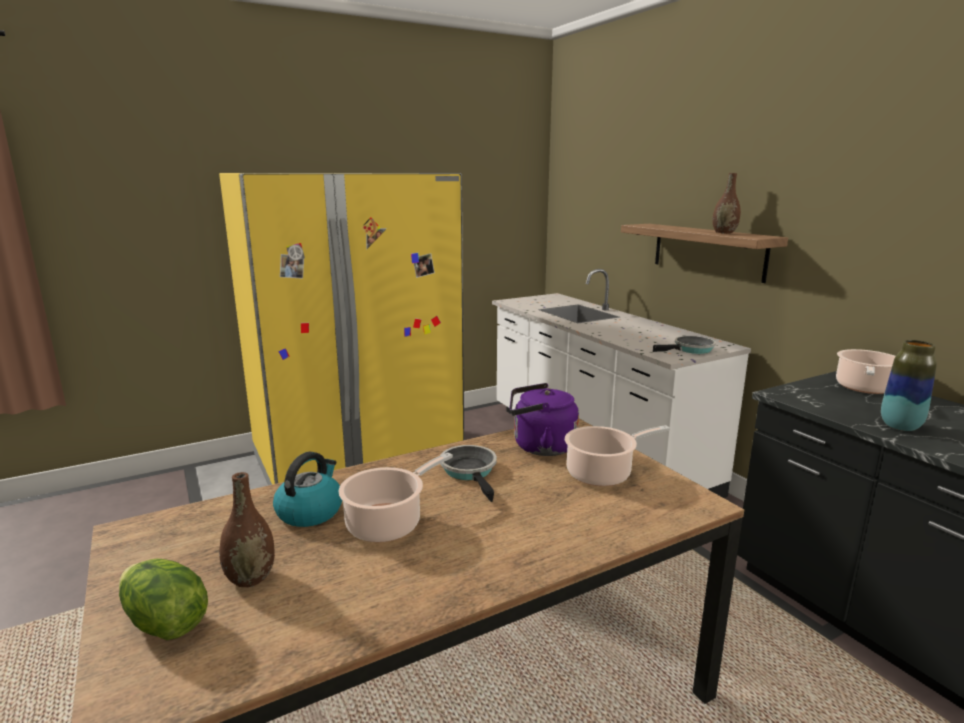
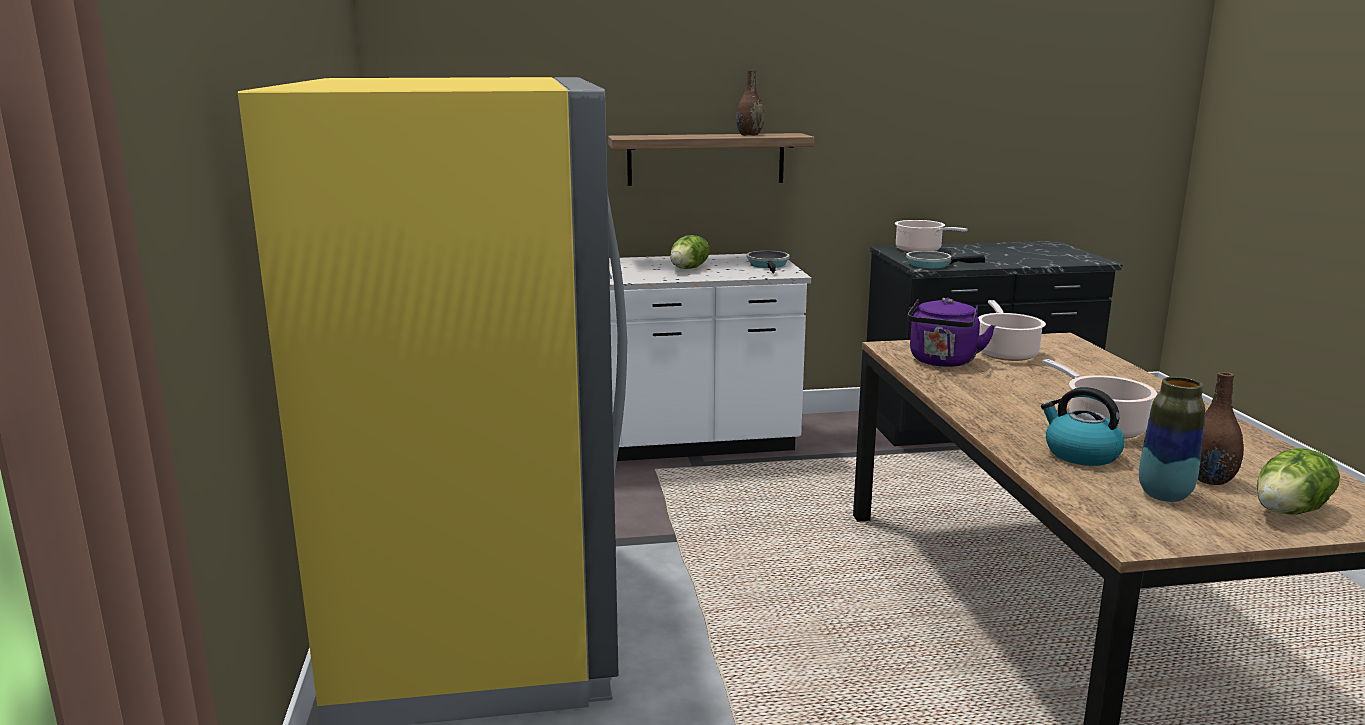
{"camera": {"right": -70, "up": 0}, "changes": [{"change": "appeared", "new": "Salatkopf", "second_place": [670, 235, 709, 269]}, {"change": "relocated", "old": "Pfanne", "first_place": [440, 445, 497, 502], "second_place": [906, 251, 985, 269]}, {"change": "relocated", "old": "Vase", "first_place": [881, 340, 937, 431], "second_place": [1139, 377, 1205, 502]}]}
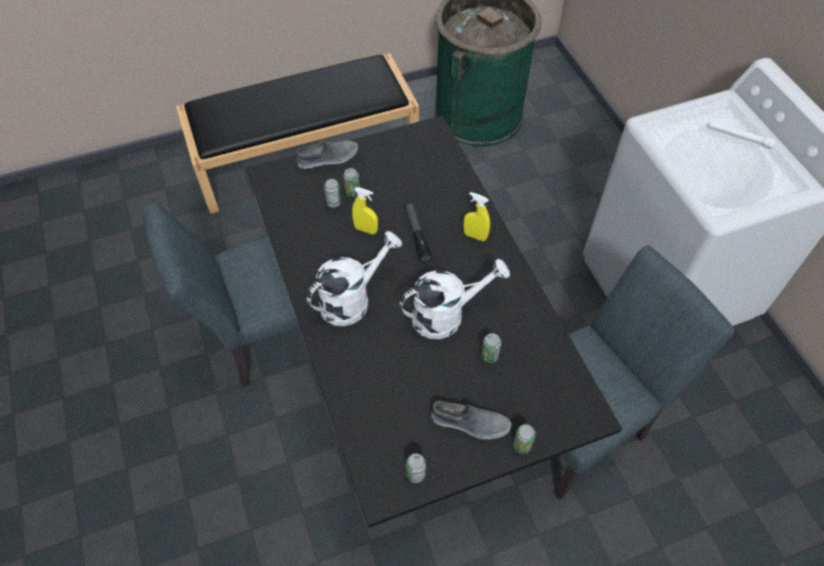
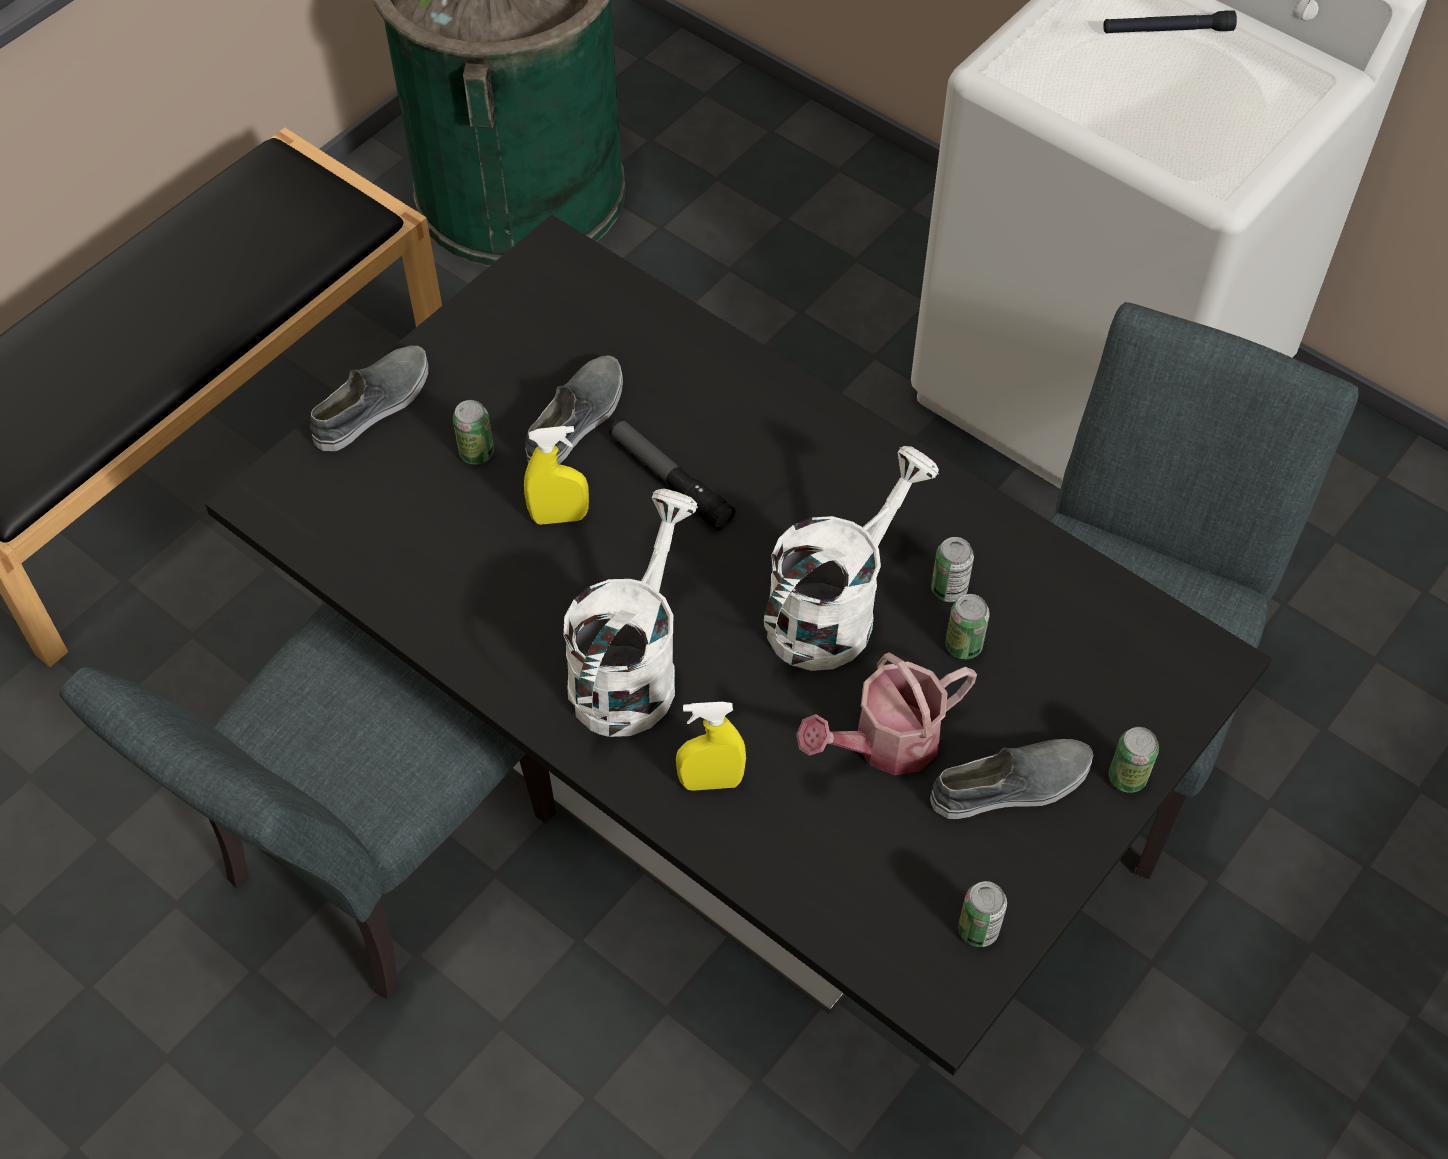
{"camera": {"right": -30, "up": 0}, "changes": [{"change": "appeared", "new": "Schuh (grau)", "second_place": [525, 355, 623, 464]}, {"change": "relocated", "old": "Sprühflasche (gelb)", "first_place": [463, 192, 490, 241], "second_place": [676, 702, 746, 791]}, {"change": "appeared", "new": "Gießkanne", "second_place": [796, 652, 977, 775]}, {"change": "relocated", "old": "Dose", "first_place": [324, 179, 341, 208], "second_place": [931, 537, 974, 602]}, {"change": "colour", "old": "Taschenlampe (weiß)", "new": "Taschenlampe (schwarz)", "first_place": [709, 121, 776, 149], "second_place": [1103, 10, 1237, 33]}]}
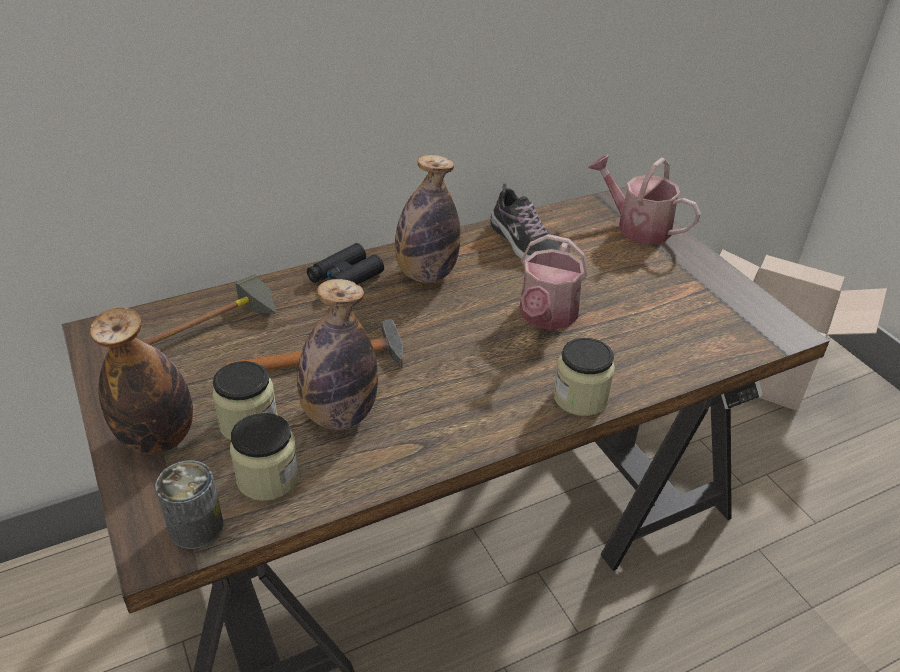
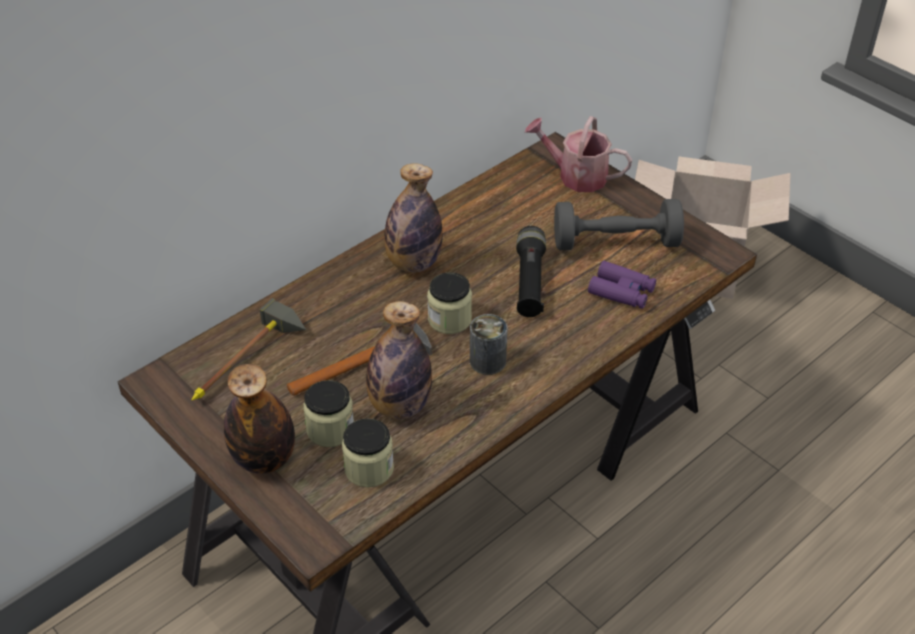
{"camera": {"right": -15, "up": 5}, "changes": [{"change": "relocated", "old": "Vorratsglas", "first_place": [553, 338, 615, 416], "second_place": [427, 272, 472, 334]}, {"change": "relocated", "old": "Dose", "first_place": [156, 460, 224, 549], "second_place": [470, 314, 507, 375]}, {"change": "exchanged", "old": "Gießkanne", "new": "Taschenlampe (schwarz)", "first_place": [520, 234, 588, 330], "second_place": [516, 226, 546, 317]}, {"change": "appeared", "new": "Hantel (grau)", "second_place": [554, 199, 684, 250]}, {"change": "appeared", "new": "Fernglas (lila)", "second_place": [588, 261, 656, 309]}, {"change": "missing", "old": "Fernglas (schwarz)", "first_place": [307, 243, 384, 284]}, {"change": "missing", "old": "Schuh", "first_place": [490, 183, 560, 259]}]}
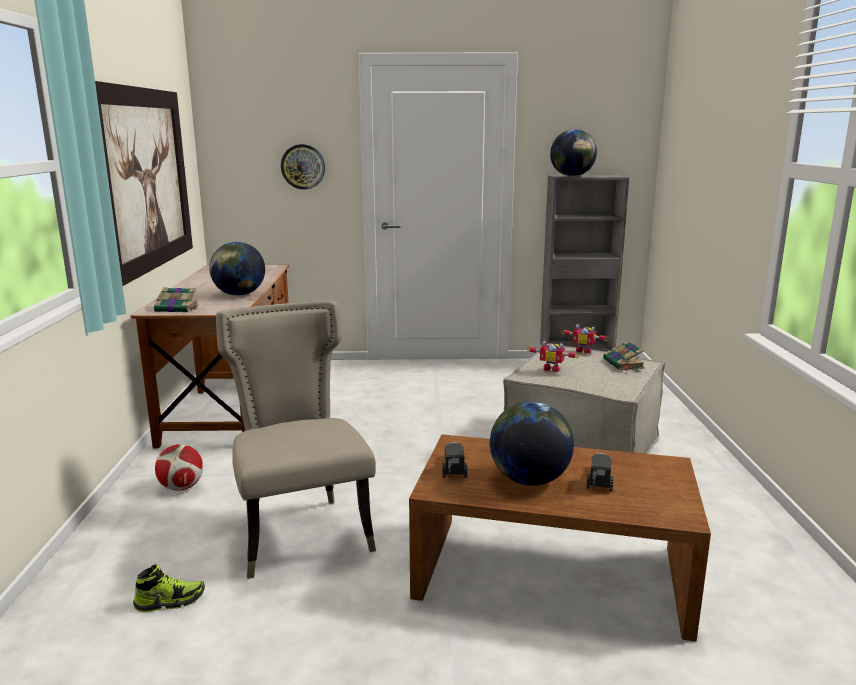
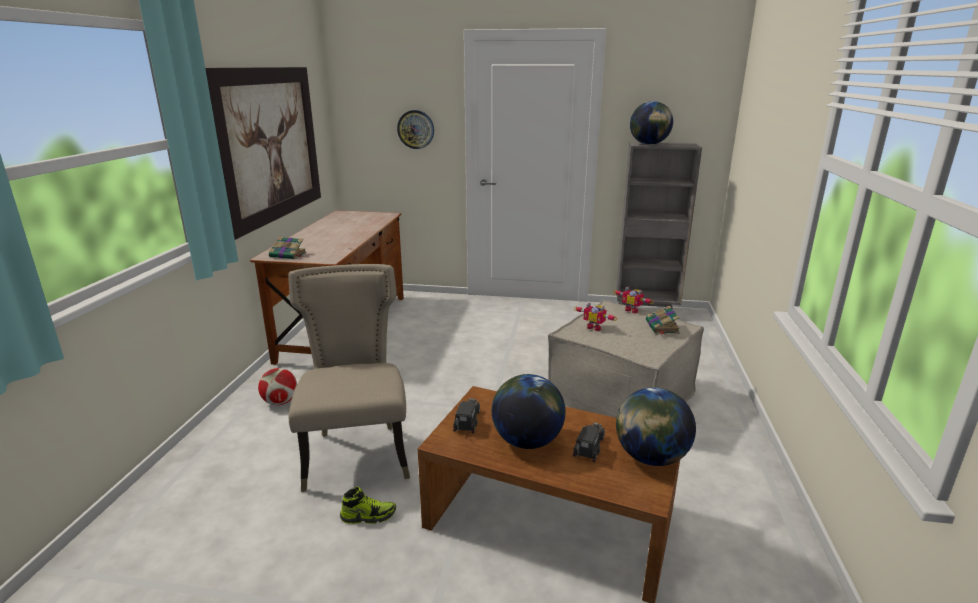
{"camera": {"right": 10, "up": 5}, "changes": [{"change": "relocated", "old": "Schuh", "first_place": [133, 564, 205, 612], "second_place": [340, 487, 396, 524]}, {"change": "relocated", "old": "Globus", "first_place": [209, 242, 265, 296], "second_place": [616, 387, 696, 466]}]}
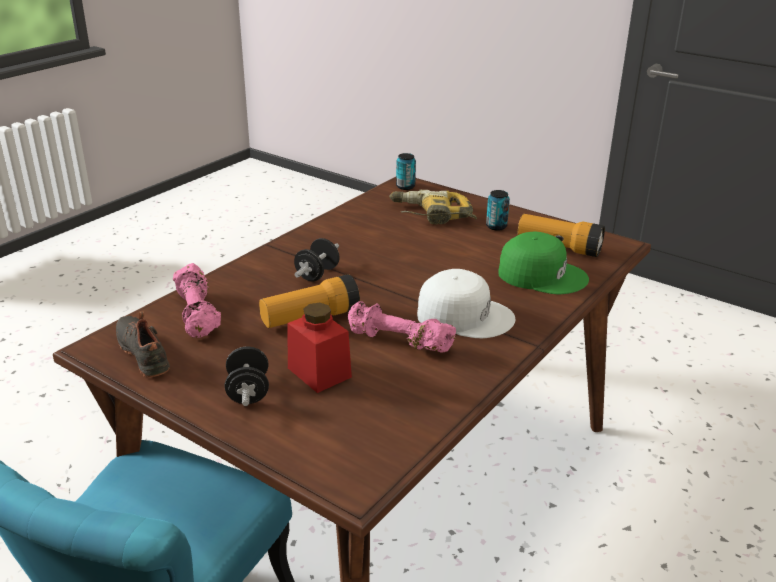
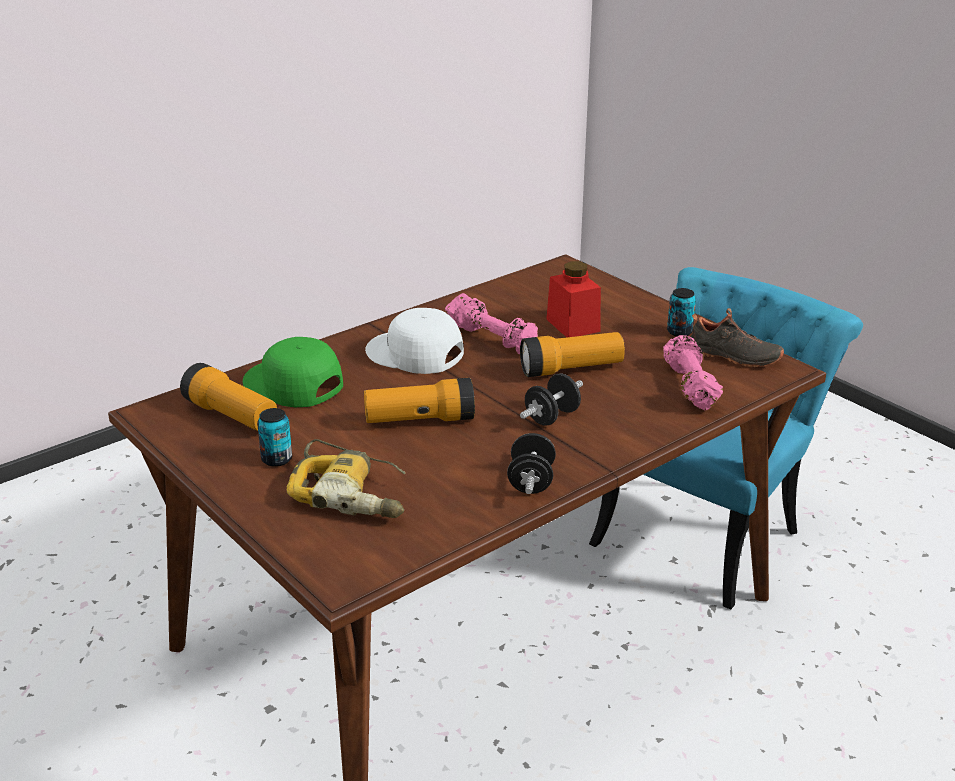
{"camera": {"right": -165, "up": 0}, "changes": [{"change": "appeared", "new": "Taschenlampe", "second_place": [364, 378, 475, 423]}, {"change": "relocated", "old": "Hantel (schwarz)", "first_place": [225, 347, 269, 406], "second_place": [507, 433, 556, 494]}, {"change": "relocated", "old": "Dose", "first_place": [396, 153, 416, 190], "second_place": [667, 288, 696, 336]}, {"change": "spun", "old": "Schuh (schwarz)", "first_place": [116, 312, 170, 377], "second_place": [691, 308, 784, 367], "degrees": -45}]}
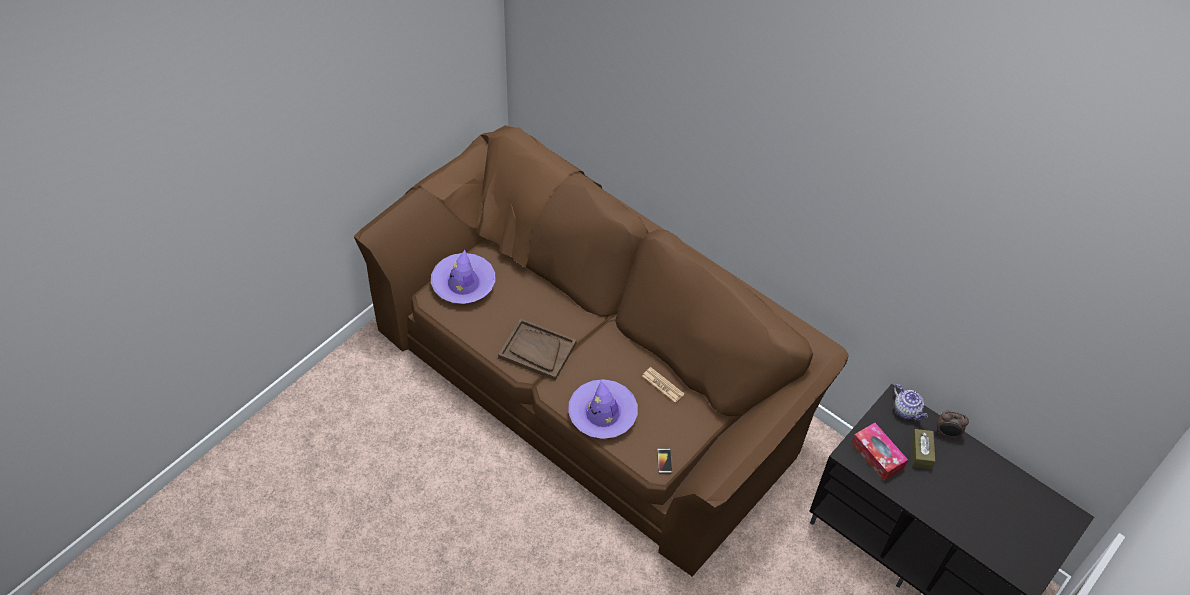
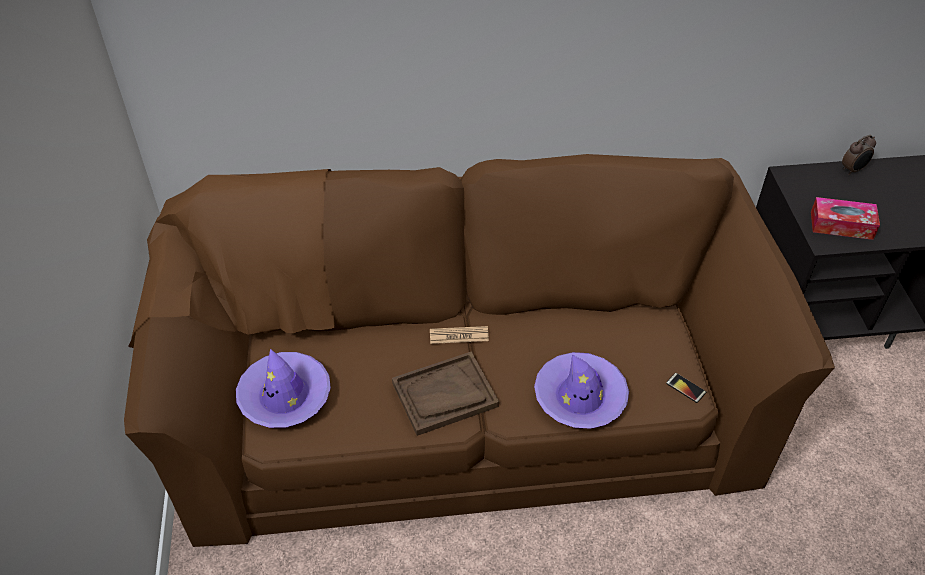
{"camera": {"right": -45, "up": -5}, "changes": [{"change": "relocated", "old": "Zeitung", "first_place": [642, 367, 684, 403], "second_place": [430, 326, 489, 344]}, {"change": "missing", "old": "Teekanne", "first_place": [893, 384, 928, 421]}, {"change": "missing", "old": "Taschentuchbox (braun)", "first_place": [911, 429, 935, 469]}]}
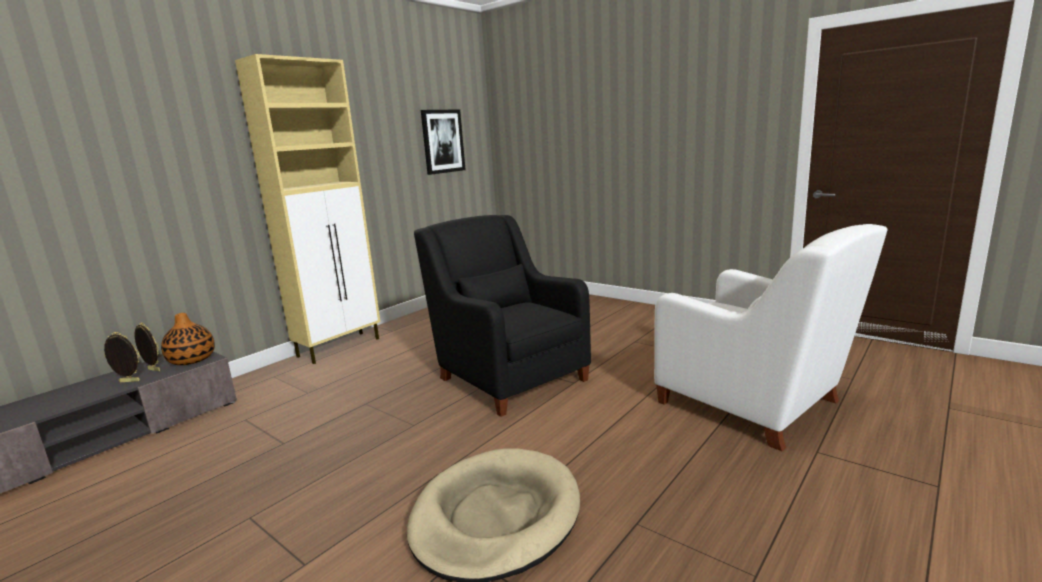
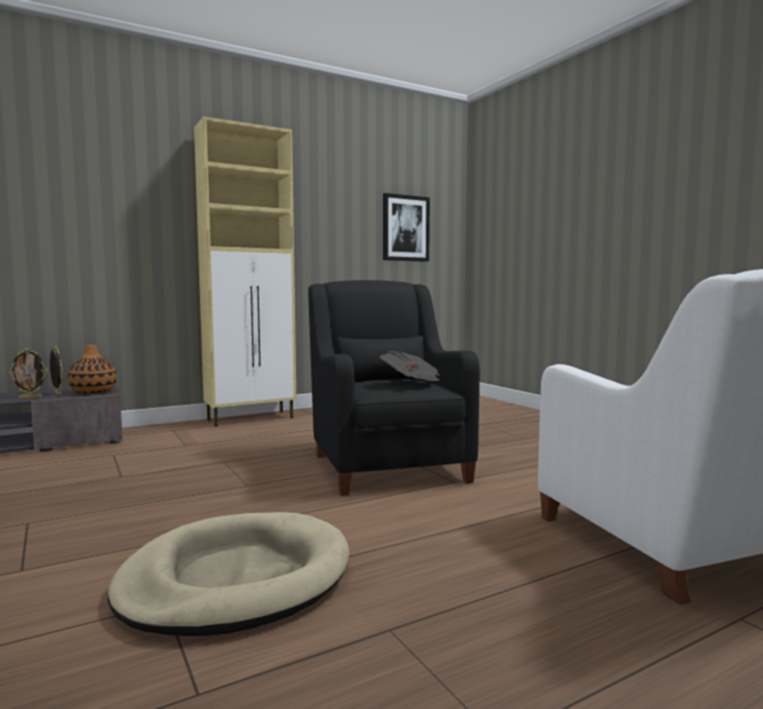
{"camera": {"right": 20, "up": -10}, "changes": [{"change": "spun", "old": "Bilderrahmen", "first_place": [104, 332, 140, 382], "second_place": [9, 348, 47, 398], "degrees": 135}, {"change": "appeared", "new": "Zeitung", "second_place": [380, 351, 440, 381]}]}
